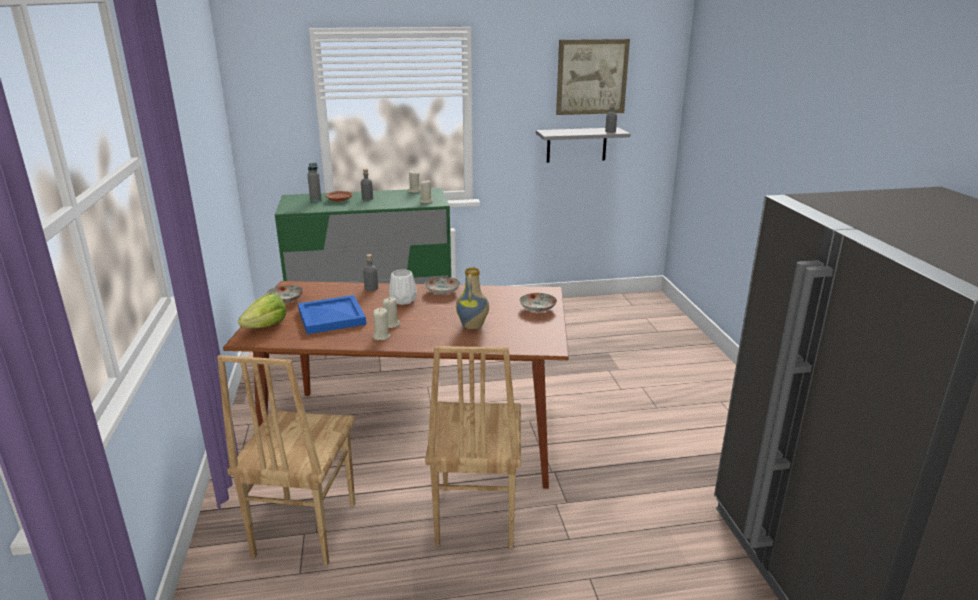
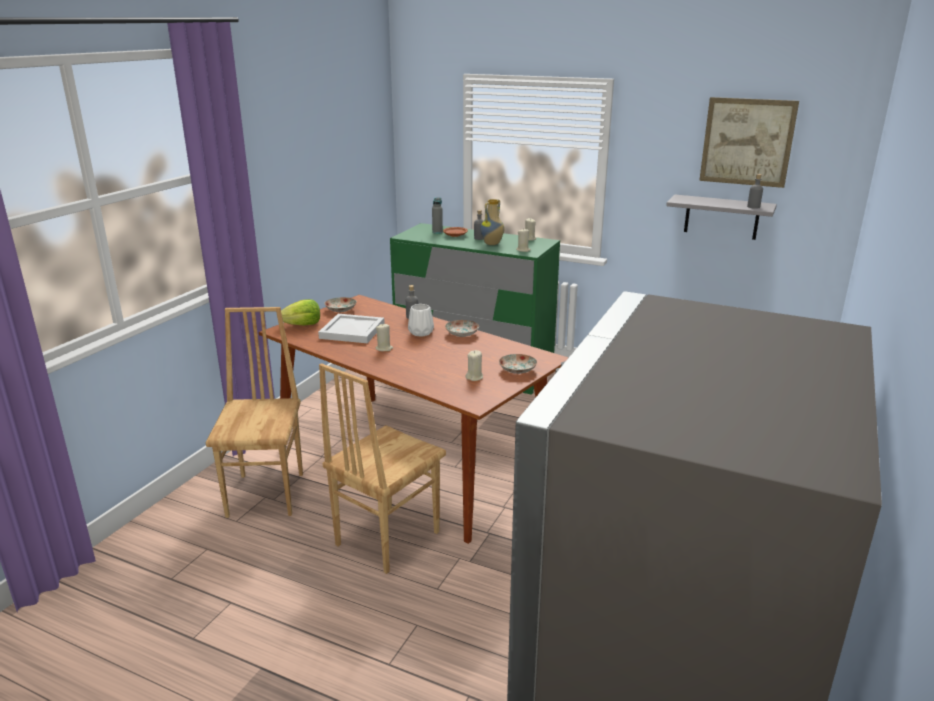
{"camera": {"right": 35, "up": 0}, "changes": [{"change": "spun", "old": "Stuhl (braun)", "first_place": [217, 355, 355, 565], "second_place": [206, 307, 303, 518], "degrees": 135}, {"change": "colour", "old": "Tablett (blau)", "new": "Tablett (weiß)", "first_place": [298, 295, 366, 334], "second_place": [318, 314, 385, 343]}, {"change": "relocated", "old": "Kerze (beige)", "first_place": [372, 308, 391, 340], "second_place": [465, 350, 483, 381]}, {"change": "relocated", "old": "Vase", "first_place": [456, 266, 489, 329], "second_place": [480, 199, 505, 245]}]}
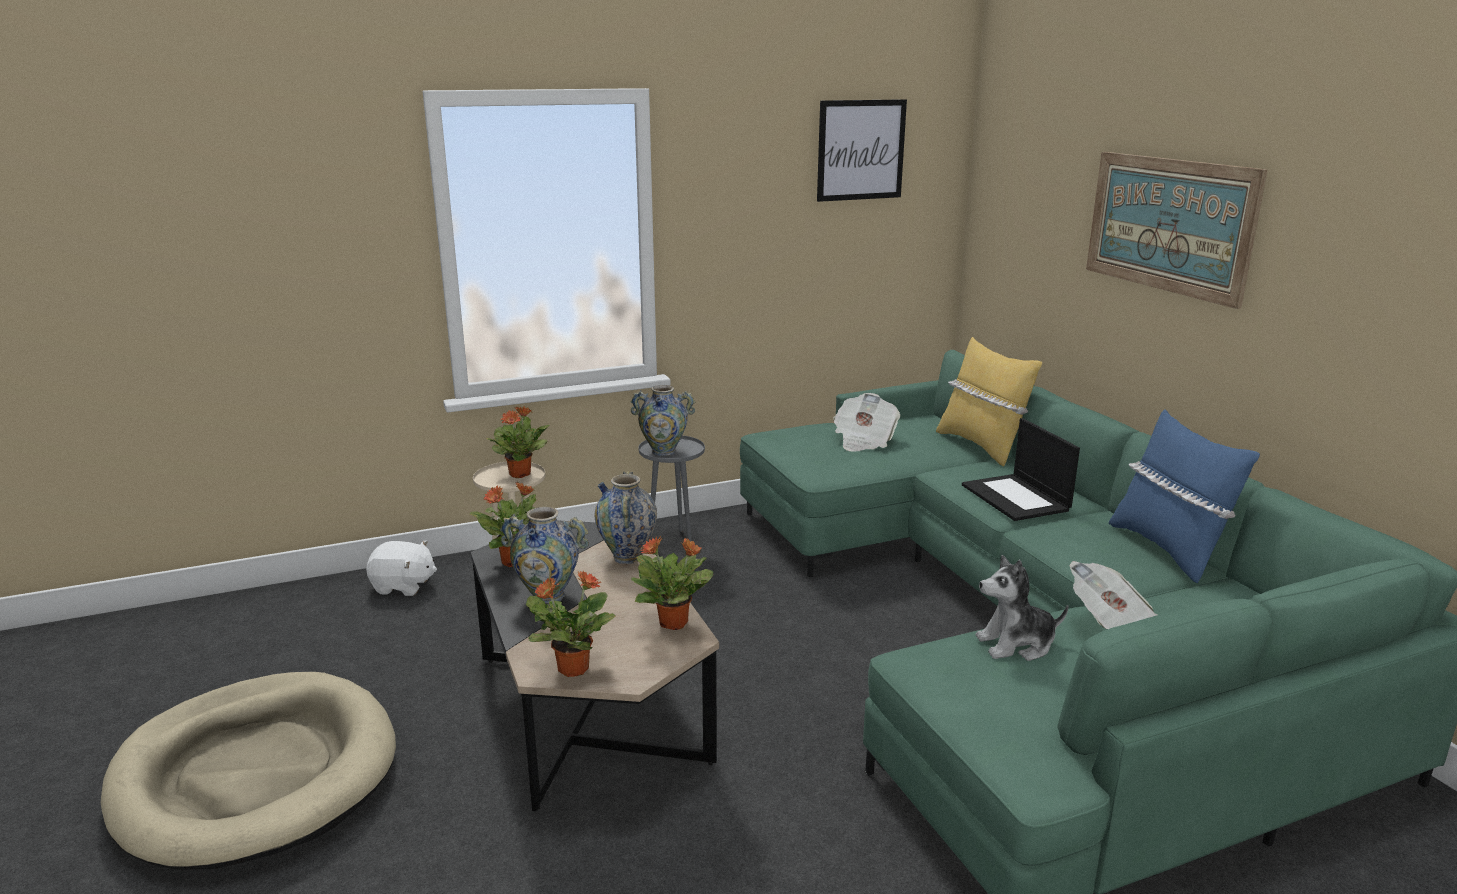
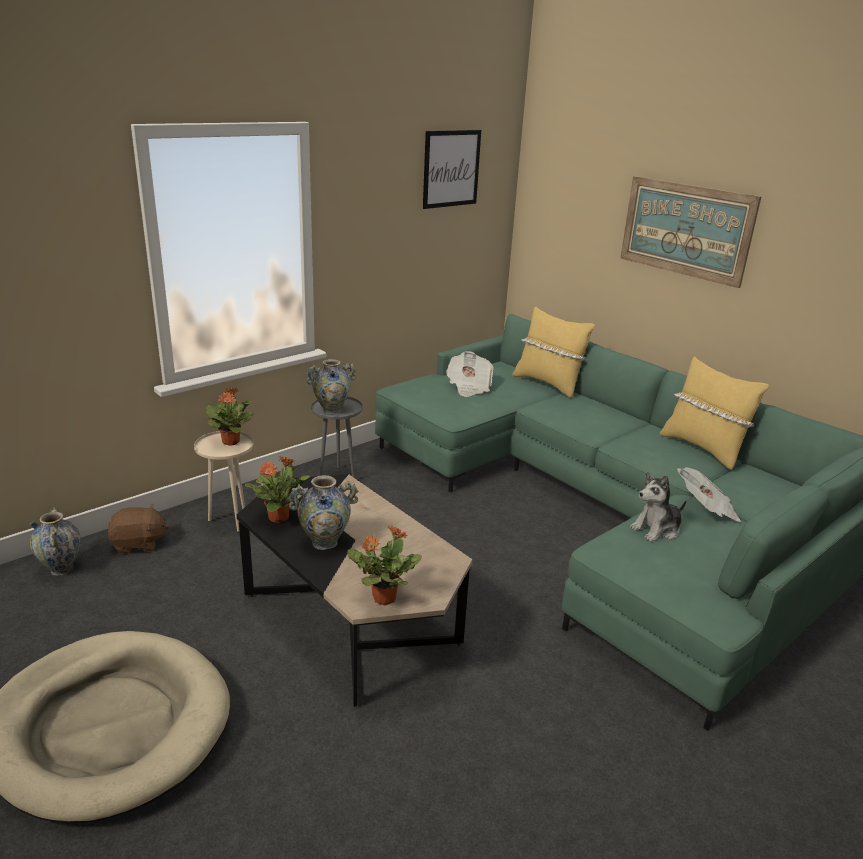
{"camera": {"right": -20, "up": 5}, "changes": [{"change": "relocated", "old": "Vase", "first_place": [594, 471, 657, 564], "second_place": [30, 507, 81, 576]}, {"change": "colour", "old": "Plüschtier (weiß)", "new": "Plüschtier (braun)", "first_place": [366, 540, 437, 596], "second_place": [108, 504, 169, 554]}, {"change": "colour", "old": "Kissen (blau)", "new": "Kissen (gelb)", "first_place": [1109, 409, 1260, 583], "second_place": [659, 356, 769, 470]}, {"change": "missing", "old": "Topfpflanze", "first_place": [631, 537, 714, 630]}, {"change": "missing", "old": "Laptop", "first_place": [962, 418, 1080, 521]}]}
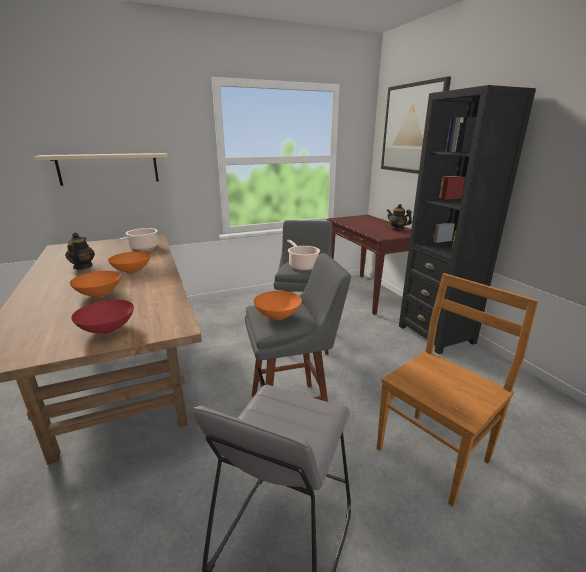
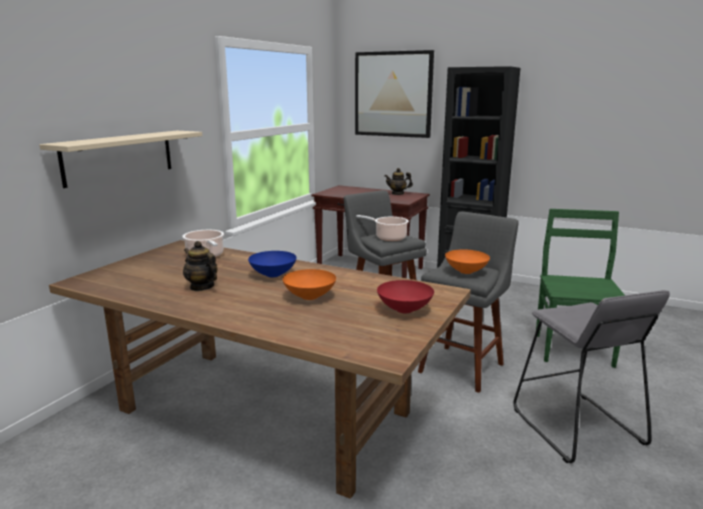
{"camera": {"right": -40, "up": -5}, "changes": [{"change": "colour", "old": "Schüssel (orange)", "new": "Schüssel (blau)", "first_place": [108, 252, 150, 273], "second_place": [248, 251, 297, 277]}, {"change": "colour", "old": "Stuhl (braun)", "new": "Stuhl (grün)", "first_place": [377, 273, 538, 507], "second_place": [536, 209, 625, 368]}]}
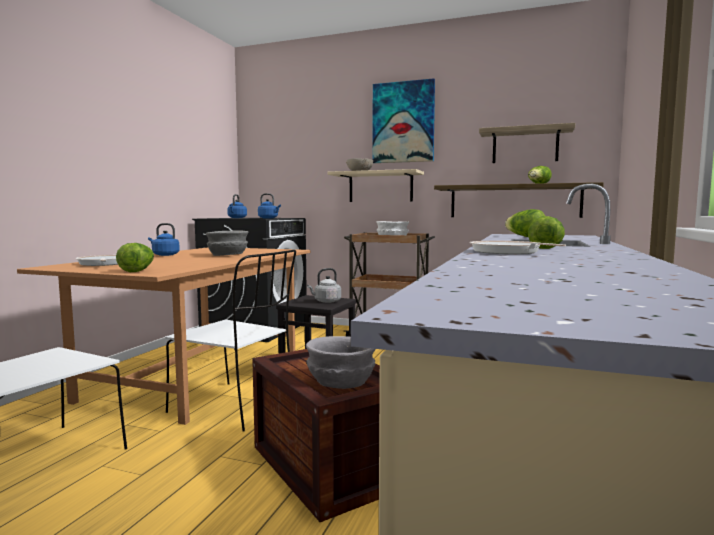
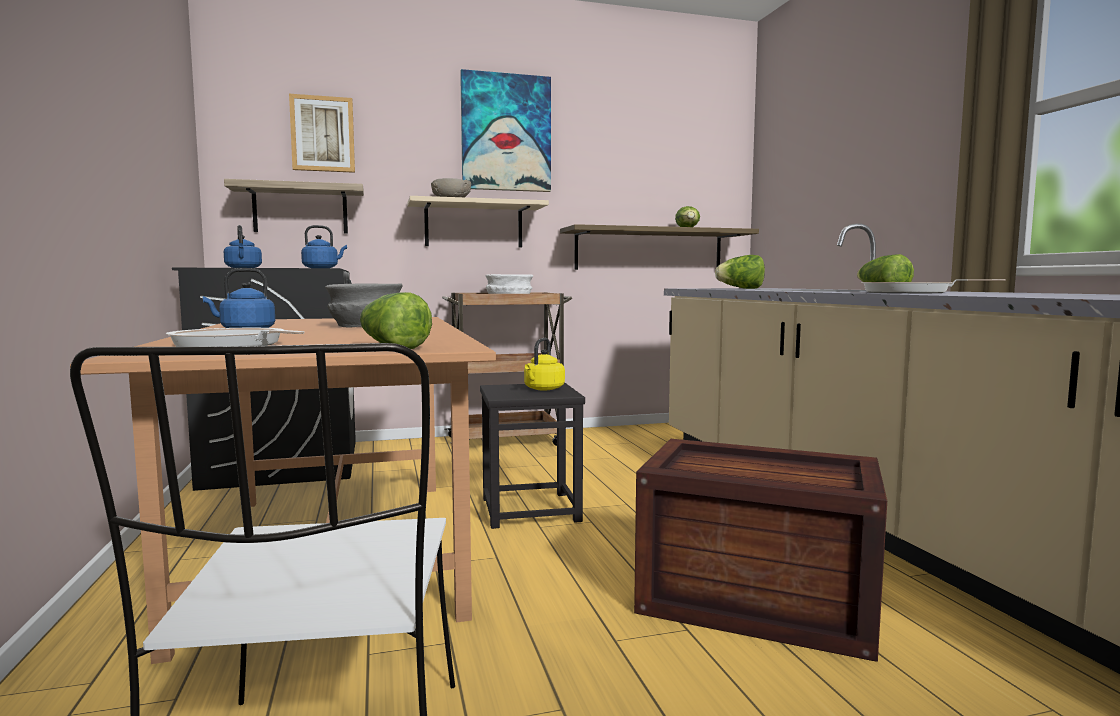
{"camera": {"right": -35, "up": 0}, "changes": [{"change": "relocated", "old": "Wandregal", "first_place": [479, 123, 575, 163], "second_place": [224, 179, 364, 234]}, {"change": "appeared", "new": "Bild", "second_place": [289, 94, 355, 173]}, {"change": "colour", "old": "Wasserkessel (grau)", "new": "Wasserkessel (gelb)", "first_place": [307, 268, 341, 303], "second_place": [524, 338, 565, 390]}, {"change": "missing", "old": "Stuhl (weiß)", "first_place": [165, 250, 296, 432]}, {"change": "missing", "old": "Schüssel (grau)", "first_place": [306, 336, 376, 389]}]}
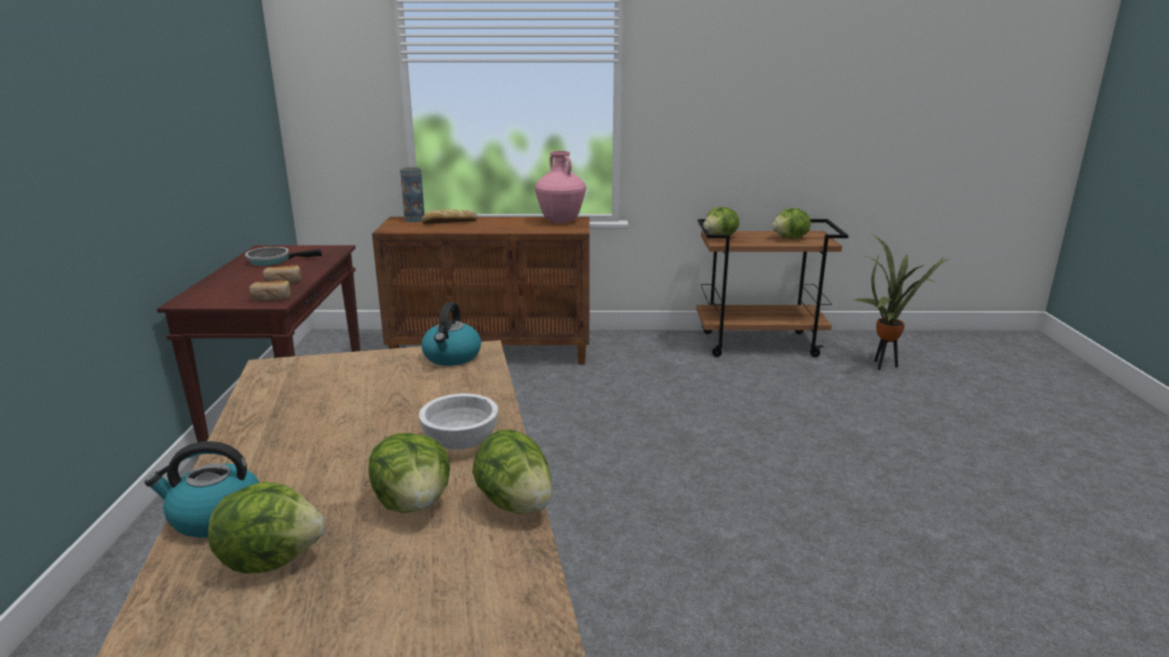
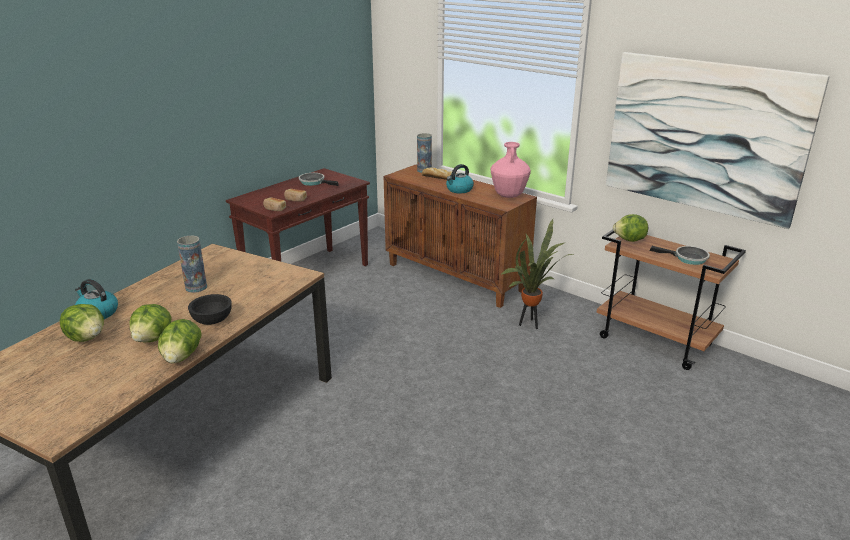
{"camera": {"right": 40, "up": 5}, "changes": [{"change": "appeared", "new": "Vase", "second_place": [177, 236, 207, 293]}, {"change": "colour", "old": "Schüssel (weiß)", "new": "Schüssel (schwarz)", "first_place": [419, 394, 498, 450], "second_place": [188, 294, 232, 325]}, {"change": "relocated", "old": "Wasserkessel", "first_place": [421, 302, 481, 366], "second_place": [446, 164, 474, 193]}, {"change": "relocated", "old": "Topfpflanze", "first_place": [853, 234, 949, 370], "second_place": [502, 219, 575, 329]}, {"change": "appeared", "new": "Bild", "second_place": [606, 52, 830, 229]}, {"change": "exchanged", "old": "Salatkopf", "new": "Pfanne", "first_place": [771, 208, 811, 239], "second_place": [650, 246, 710, 265]}]}
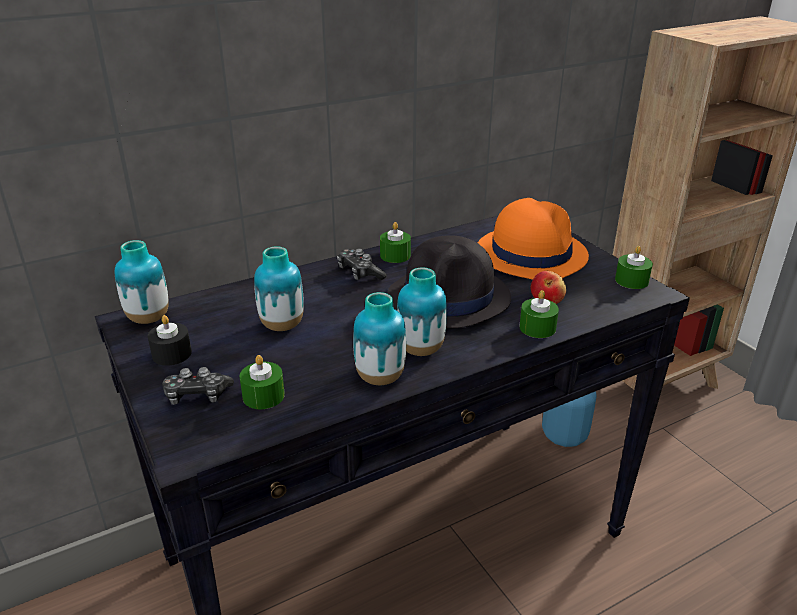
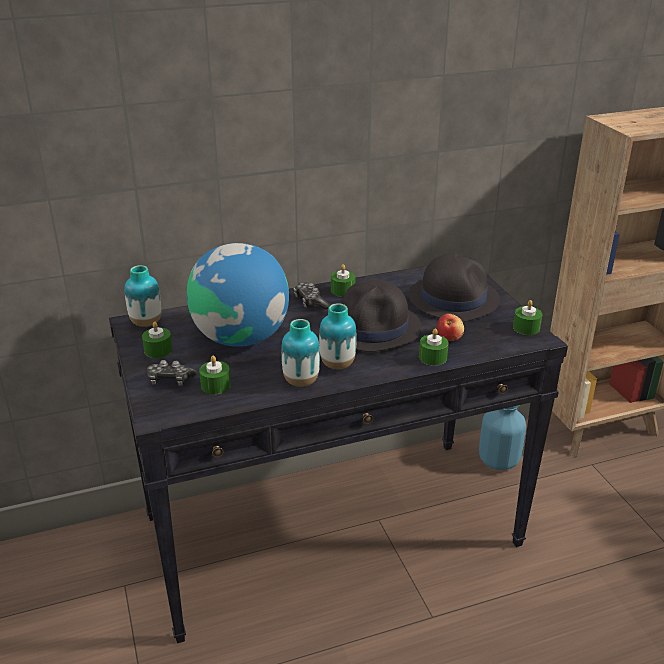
{"camera": {"right": 10, "up": 0}, "changes": [{"change": "colour", "old": "Kerze (schwarz)", "new": "Kerze (grün)", "first_place": [148, 315, 192, 366], "second_place": [142, 322, 172, 358]}, {"change": "exchanged", "old": "Vase", "new": "Globus", "first_place": [254, 247, 304, 331], "second_place": [187, 243, 289, 347]}, {"change": "colour", "old": "Hut (orange)", "new": "Hut (schwarz)", "first_place": [478, 198, 589, 280], "second_place": [408, 253, 500, 322]}]}
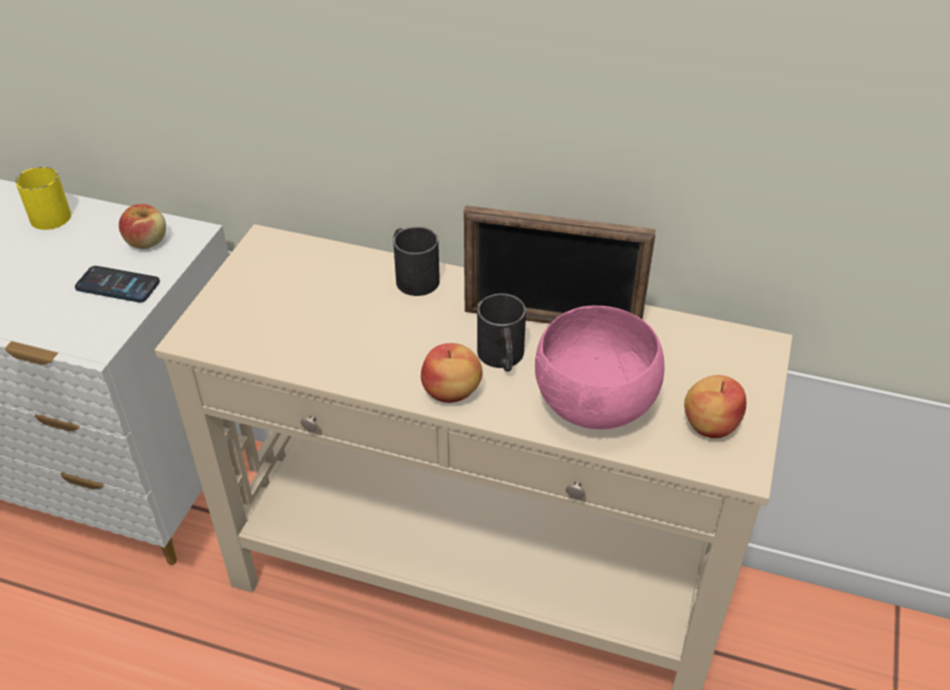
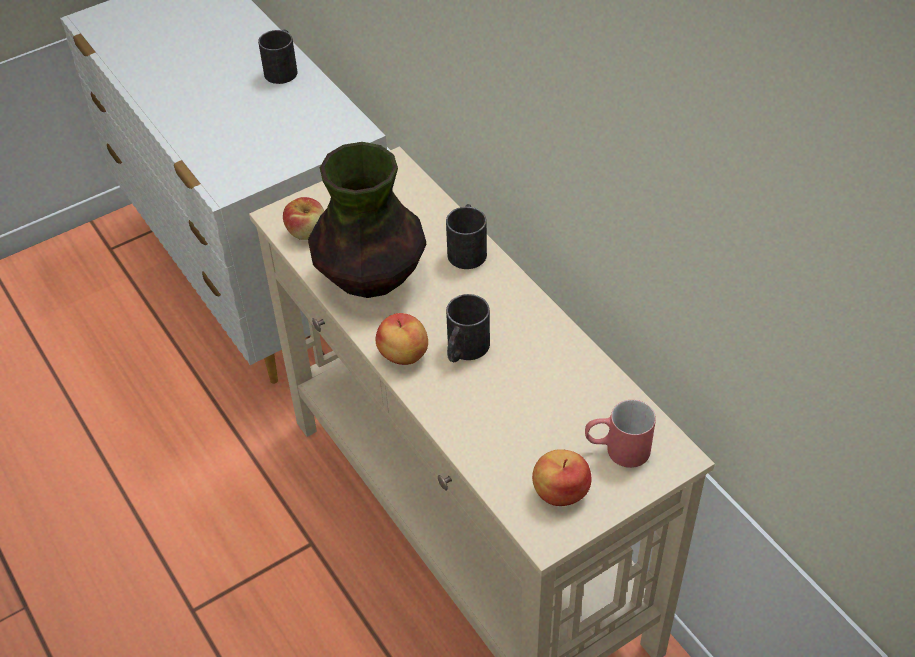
{"camera": {"right": 40, "up": 5}, "changes": [{"change": "colour", "old": "Henkelbecher (gelb)", "new": "Henkelbecher (schwarz)", "first_place": [15, 167, 71, 230], "second_place": [258, 30, 297, 84]}, {"change": "relocated", "old": "Apfel", "first_place": [119, 204, 166, 249], "second_place": [283, 197, 324, 240]}, {"change": "appeared", "new": "Vase", "second_place": [308, 142, 426, 298]}, {"change": "appeared", "new": "Henkelbecher (rot)", "second_place": [585, 400, 656, 468]}, {"change": "missing", "old": "Handy", "first_place": [75, 266, 160, 302]}, {"change": "missing", "old": "Bilderrahmen", "first_place": [464, 205, 656, 324]}, {"change": "missing", "old": "Schüssel (rosa)", "first_place": [535, 306, 665, 429]}]}
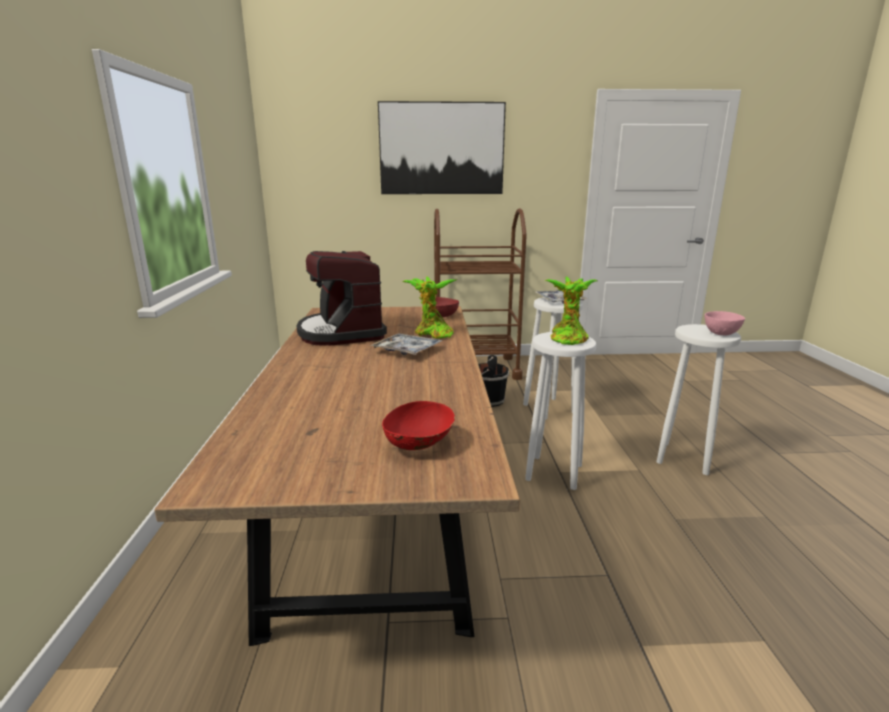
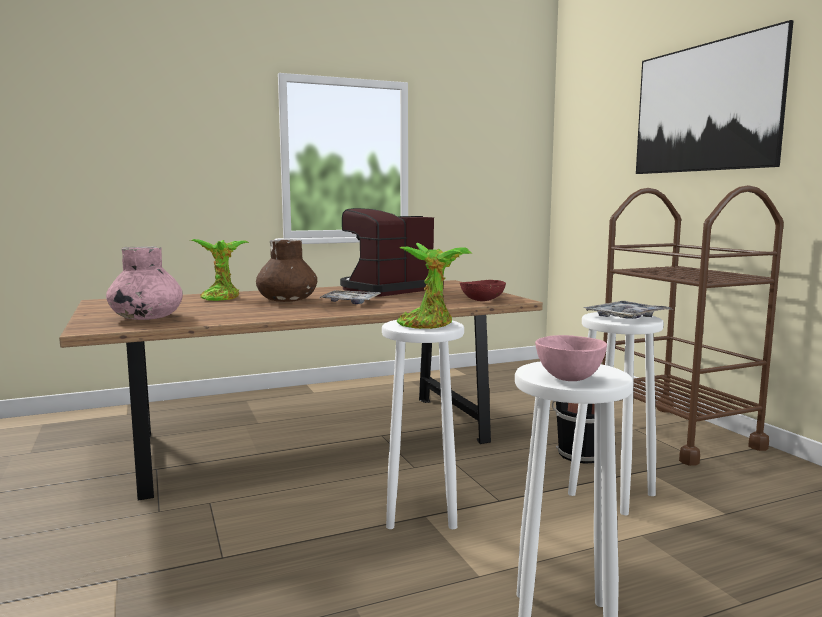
{"camera": {"right": 70, "up": -10}, "changes": [{"change": "exchanged", "old": "Schüssel (rot)", "new": "Vase (rosa)", "first_place": [382, 401, 455, 450], "second_place": [106, 246, 183, 320]}, {"change": "relocated", "old": "Topfpflanze", "first_place": [403, 276, 456, 338], "second_place": [190, 239, 249, 301]}, {"change": "appeared", "new": "Vase (braun)", "second_place": [256, 240, 317, 302]}]}
